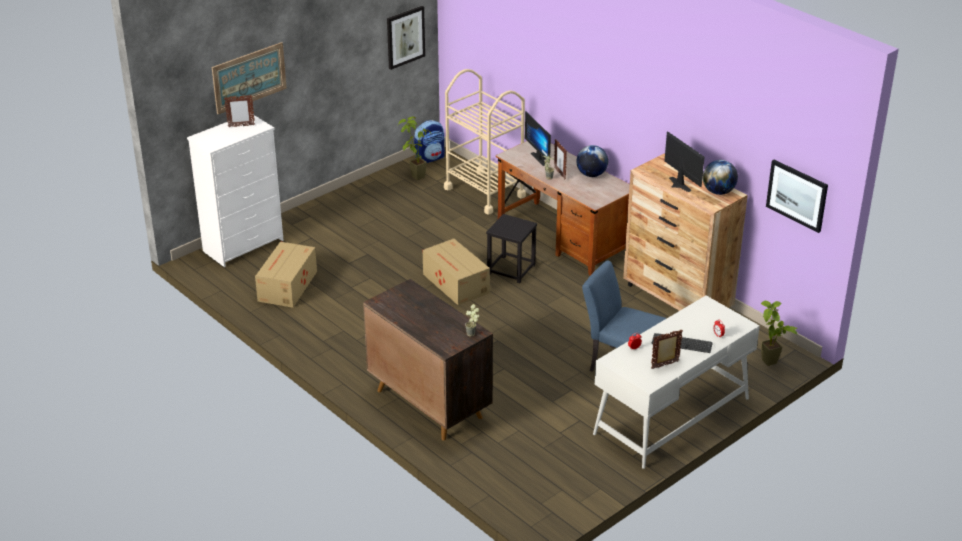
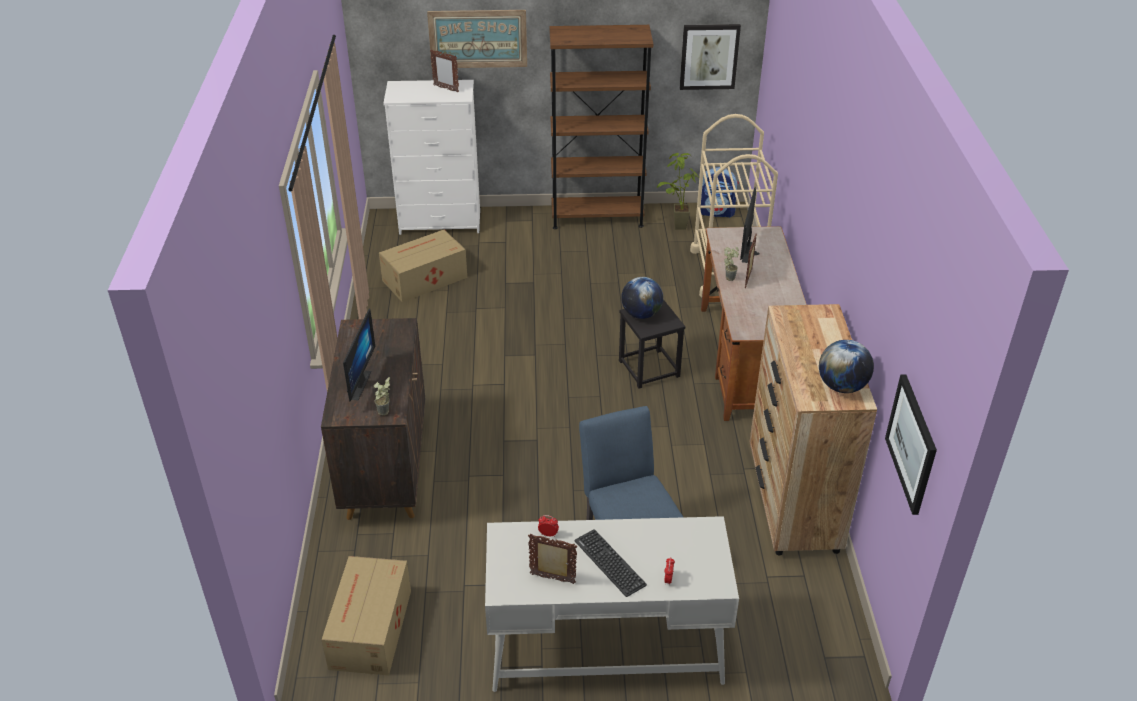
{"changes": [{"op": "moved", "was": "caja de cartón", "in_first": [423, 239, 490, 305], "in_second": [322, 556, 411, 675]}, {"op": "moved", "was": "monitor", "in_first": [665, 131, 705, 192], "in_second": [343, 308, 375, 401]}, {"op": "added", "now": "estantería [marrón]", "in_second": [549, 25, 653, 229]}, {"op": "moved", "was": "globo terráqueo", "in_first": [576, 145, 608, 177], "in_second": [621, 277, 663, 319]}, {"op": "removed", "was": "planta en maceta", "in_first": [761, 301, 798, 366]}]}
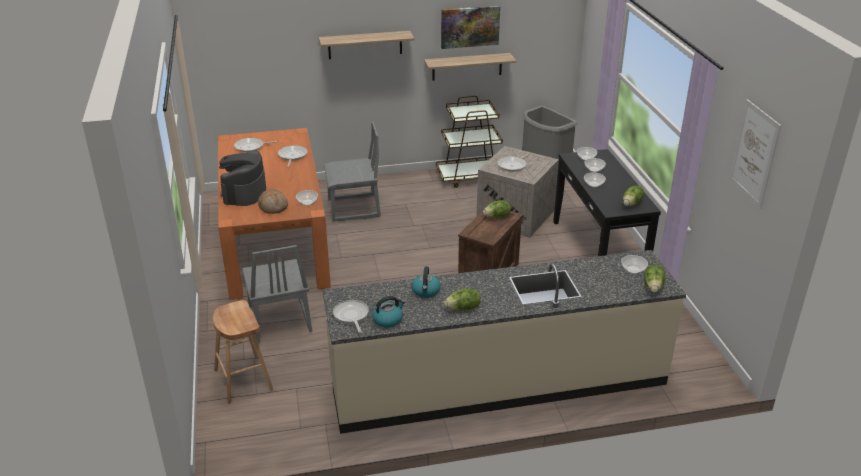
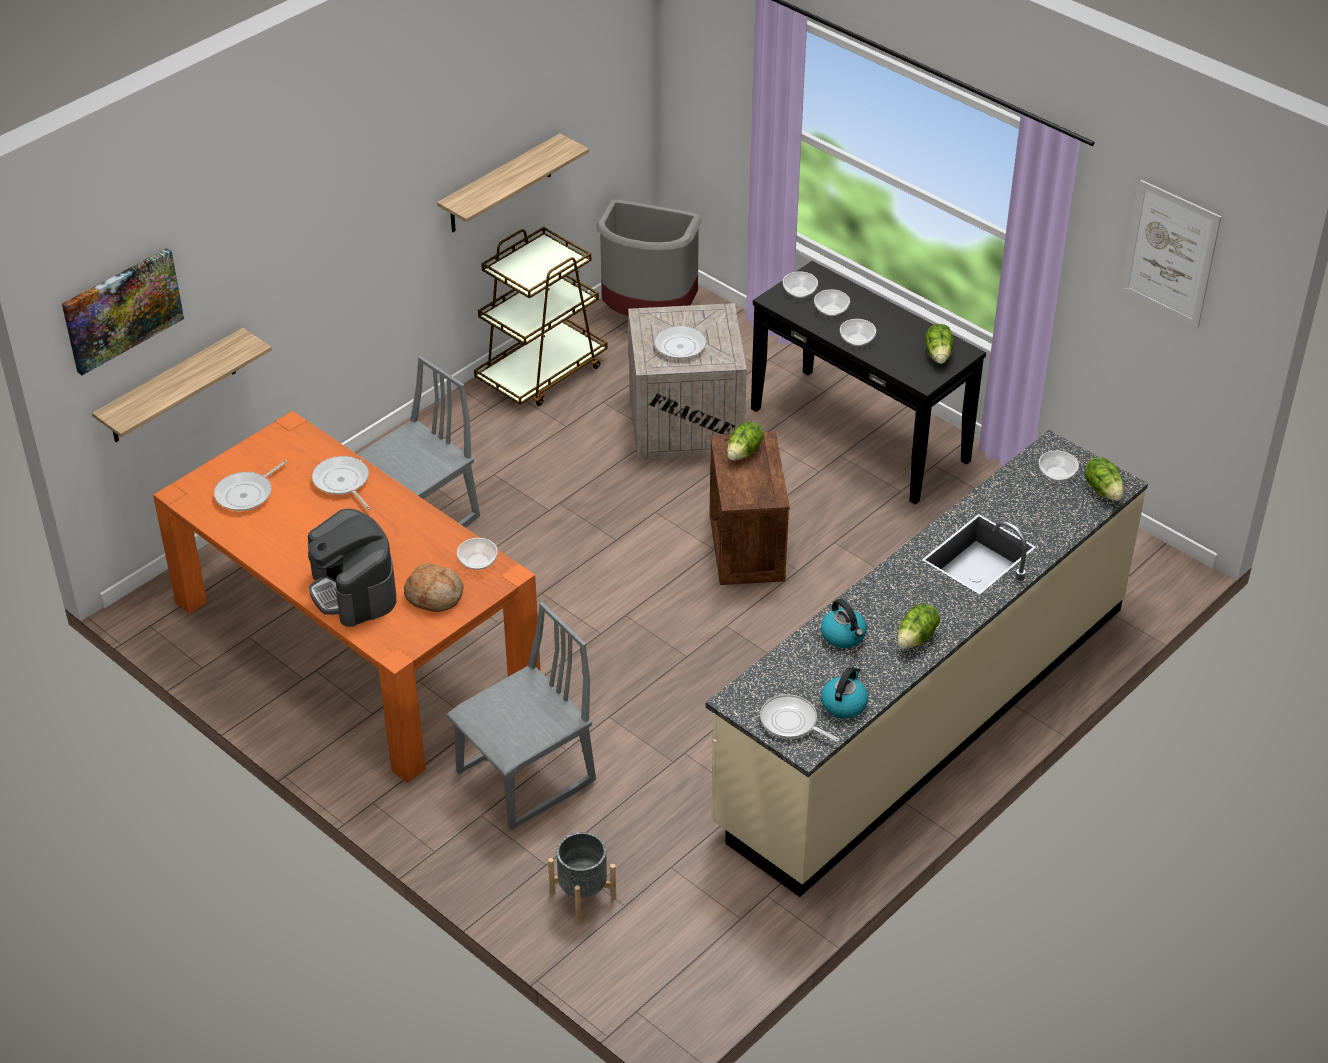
{"changes": [{"op": "moved", "was": "cuadro", "in_first": [441, 6, 500, 49], "in_second": [62, 248, 184, 375]}, {"op": "moved", "was": "estante", "in_first": [319, 31, 414, 59], "in_second": [92, 328, 272, 442]}, {"op": "turned", "was": "silla [gris]", "in_first": [242, 245, 312, 342], "in_second": [446, 602, 596, 830], "clockwise": -75}, {"op": "replaced", "was": "taburete [marrón]", "now": "maceta [gris]", "in_first": [213, 300, 274, 404], "in_second": [548, 832, 616, 923]}]}
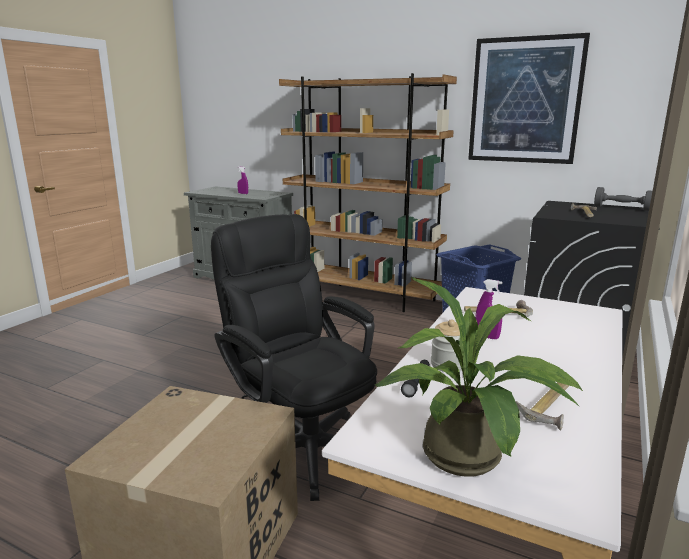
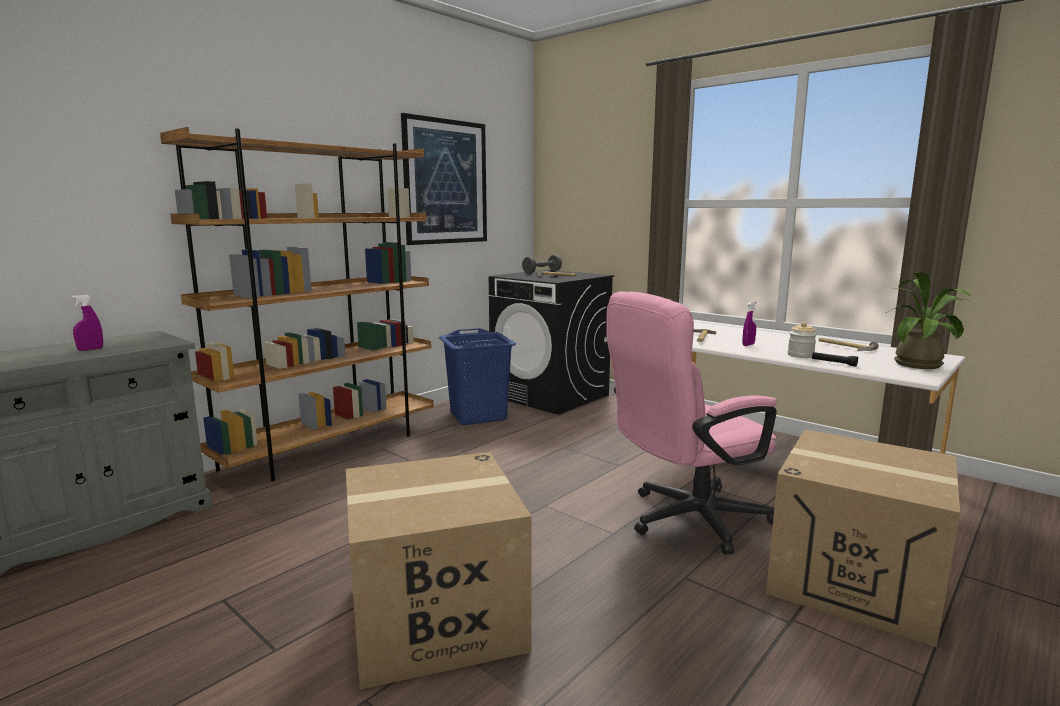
{"changes": [{"op": "added", "now": "caja de cartón", "in_second": [346, 452, 532, 690]}, {"op": "recoloured", "was": "silla de oficina [negro]", "now": "silla de oficina [rosa]", "in_first": [211, 214, 377, 501], "in_second": [607, 291, 777, 555]}]}
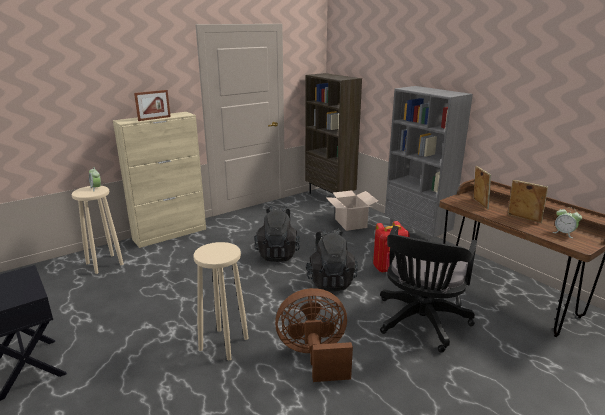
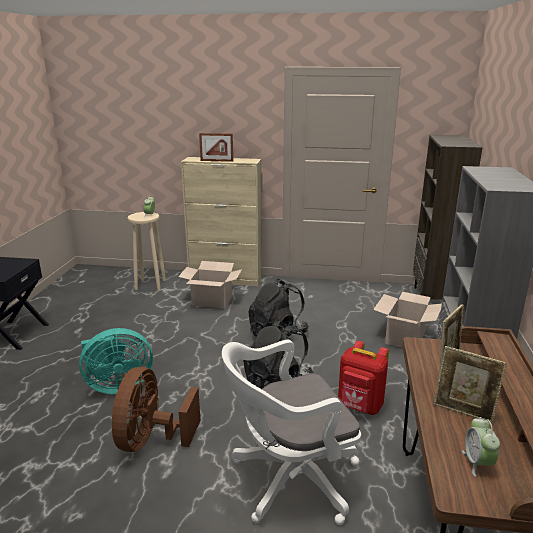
{"changes": [{"op": "replaced", "was": "taburete [beis]", "now": "ventilador [turquesa]", "in_first": [194, 242, 248, 360], "in_second": [79, 328, 153, 394]}, {"op": "turned", "was": "ventilador [marrón]", "in_first": [275, 288, 353, 382], "in_second": [112, 367, 200, 452], "clockwise": -120}, {"op": "added", "now": "caja de cartón", "in_second": [178, 261, 242, 308]}, {"op": "recoloured", "was": "silla de oficina [negro]", "now": "silla de oficina [blanco]", "in_first": [380, 226, 477, 353], "in_second": [222, 340, 361, 525]}, {"op": "turned", "was": "portarretratos", "in_first": [508, 180, 548, 223], "in_second": [434, 346, 507, 423], "clockwise": 120}]}
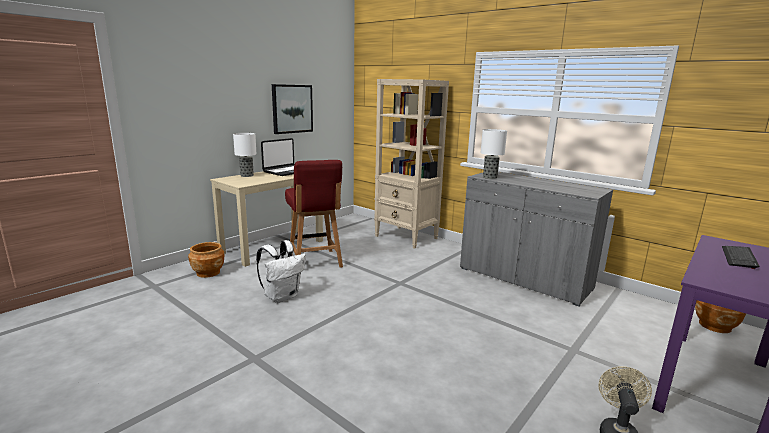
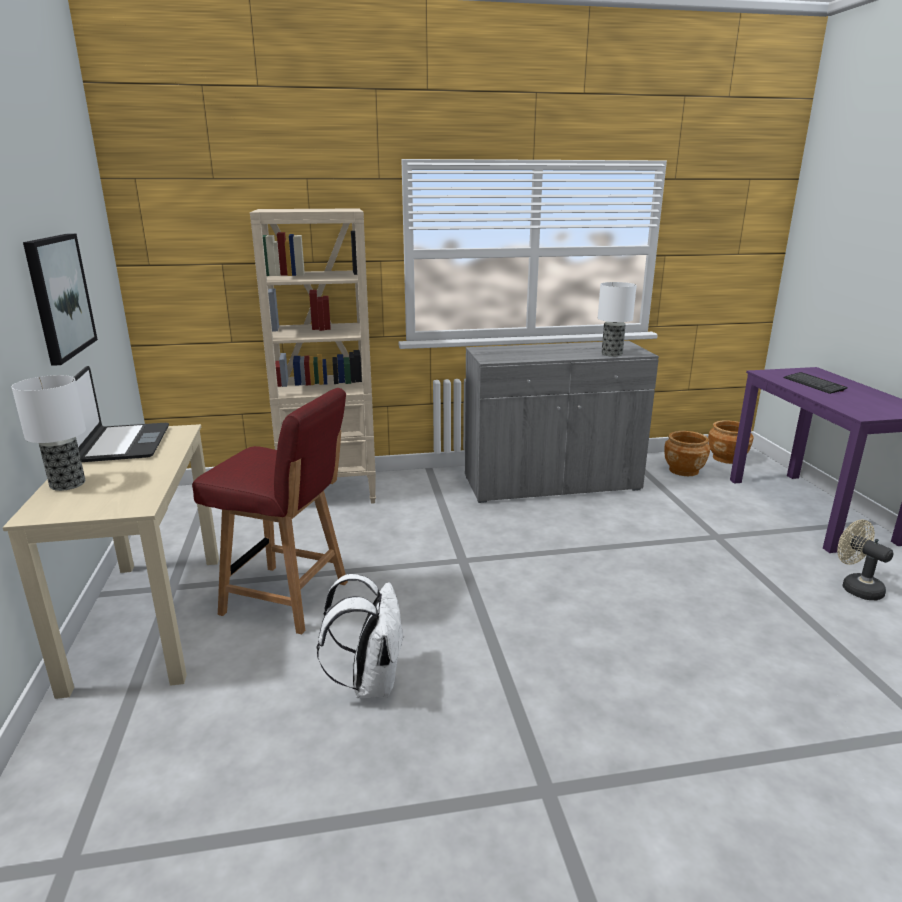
{"changes": [{"op": "moved", "was": "lámpara de mesa", "in_first": [481, 129, 507, 179], "in_second": [598, 282, 637, 357]}, {"op": "moved", "was": "maceta [marrón]", "in_first": [188, 242, 225, 278], "in_second": [665, 431, 710, 476]}]}
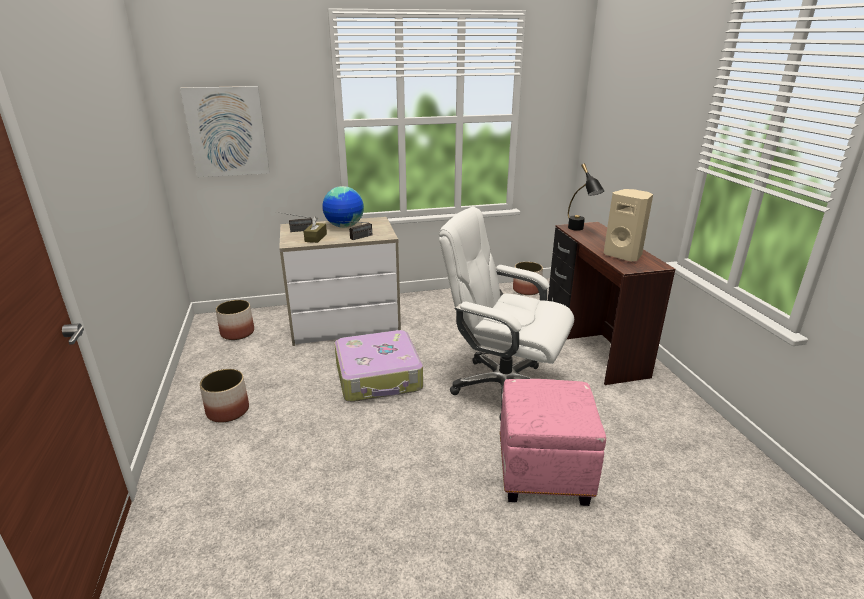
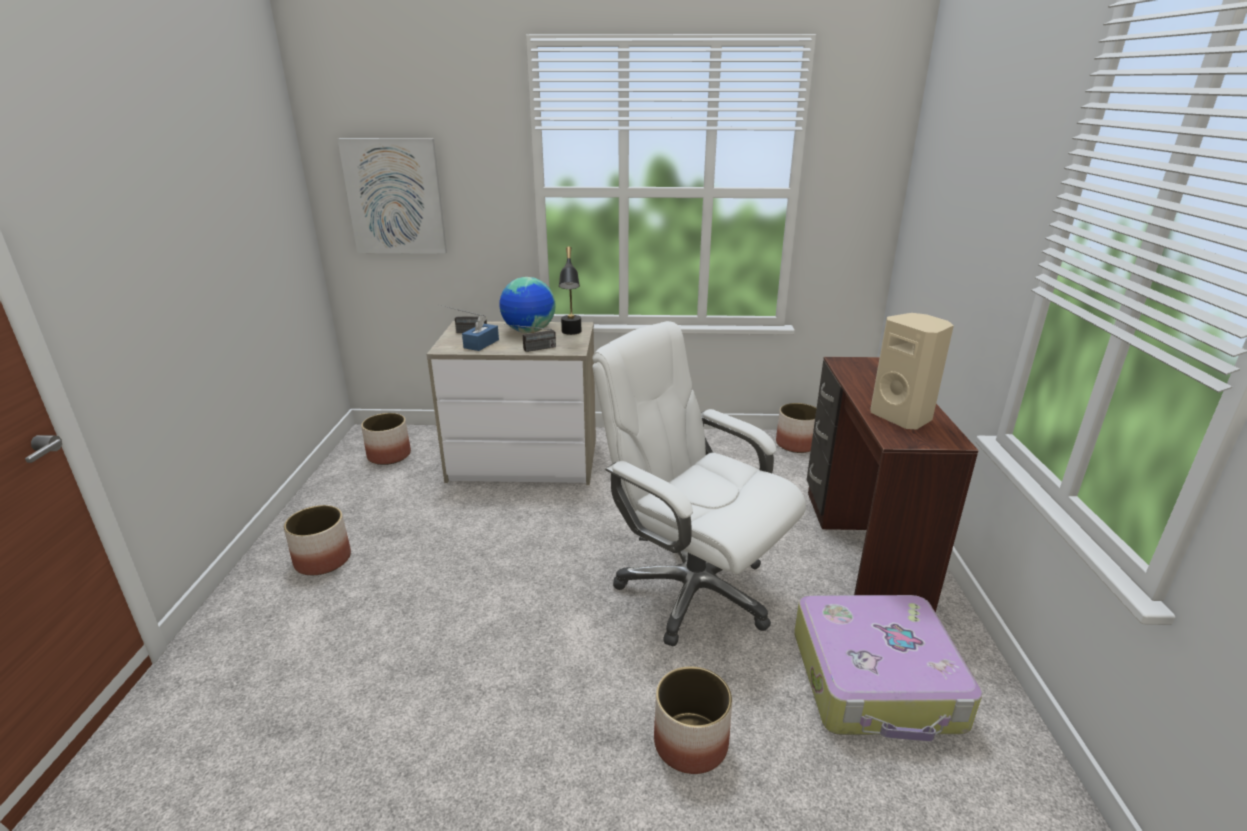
{"changes": [{"op": "recoloured", "was": "caja de pañuelos [marrón]", "now": "caja de pañuelos [azul]", "in_first": [303, 217, 327, 243], "in_second": [462, 315, 499, 351]}, {"op": "moved", "was": "lámpara de mesa [negro]", "in_first": [568, 164, 604, 231], "in_second": [559, 247, 582, 335]}, {"op": "replaced", "was": "puf [rosa]", "now": "maceta", "in_first": [500, 379, 606, 506], "in_second": [654, 666, 732, 774]}, {"op": "moved", "was": "maleta", "in_first": [334, 330, 423, 402], "in_second": [794, 595, 982, 741]}]}
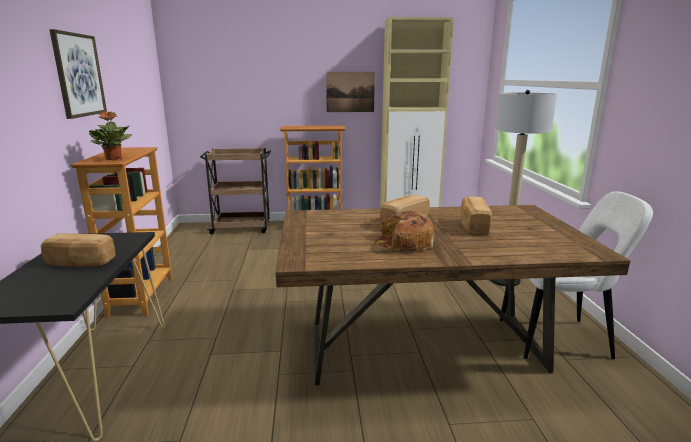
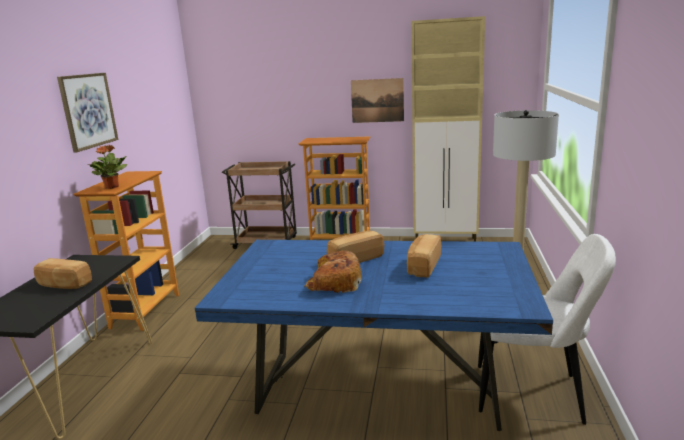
{"changes": [{"op": "recoloured", "was": "mesa de comedor [marrón]", "now": "mesa de comedor [azul]", "in_first": [275, 205, 631, 386], "in_second": [195, 240, 553, 431]}]}
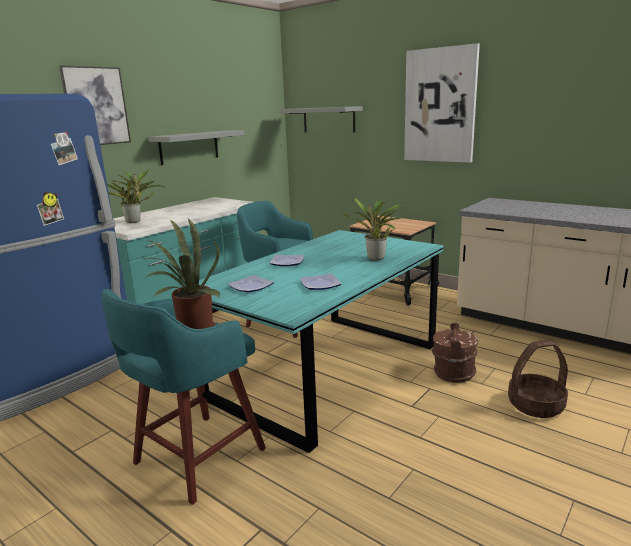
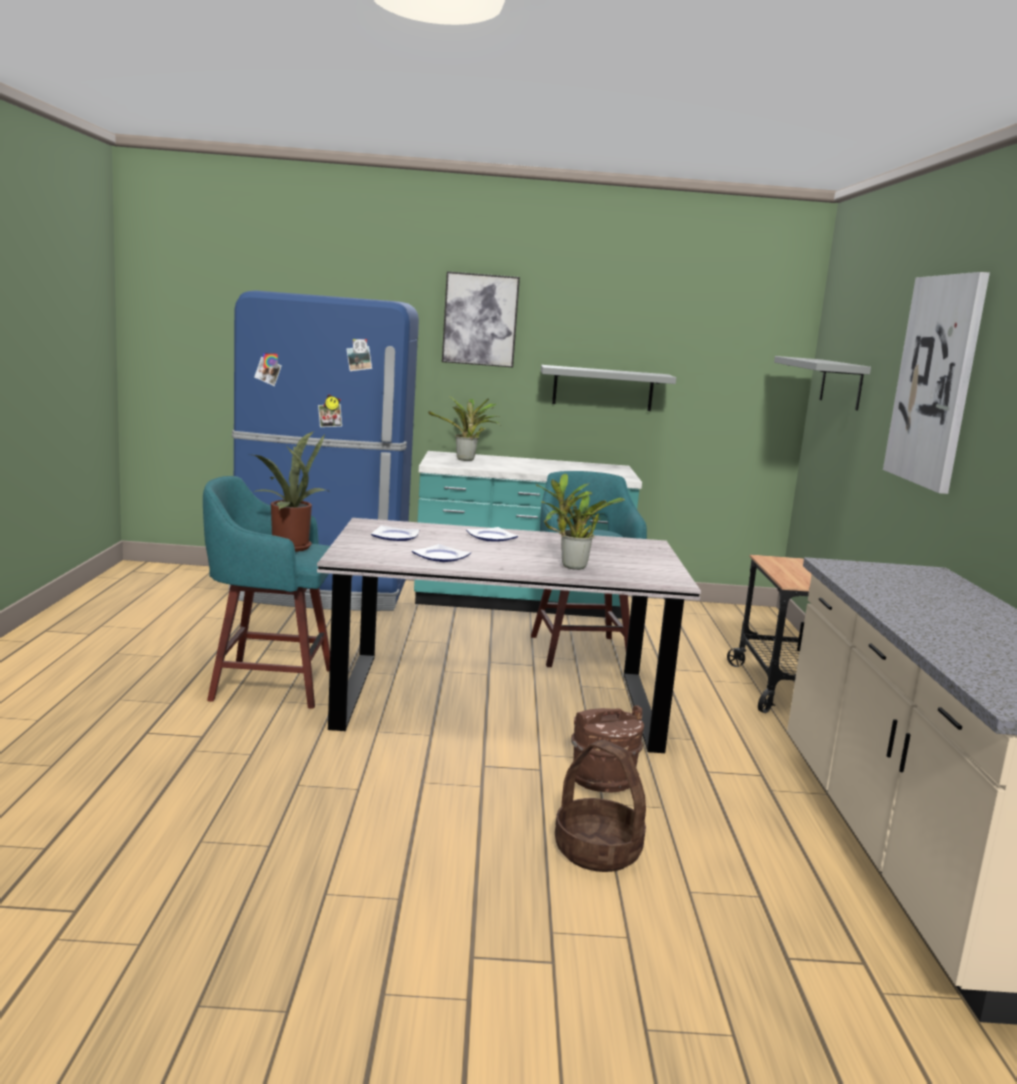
{"changes": [{"op": "recoloured", "was": "mesa de comedor [turquesa]", "now": "mesa de comedor [gris]", "in_first": [174, 230, 444, 453], "in_second": [317, 518, 701, 753]}]}
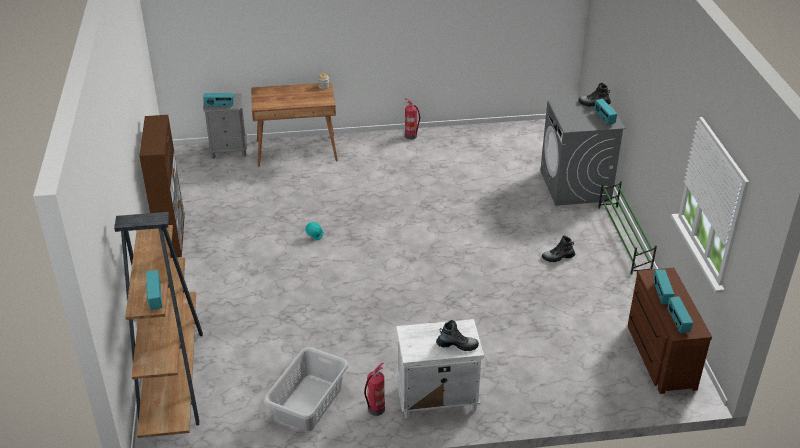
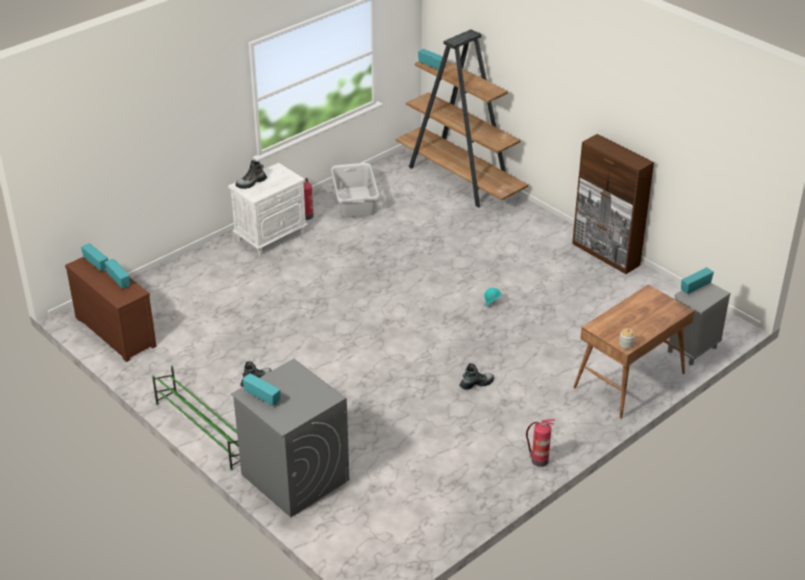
{"changes": [{"op": "moved", "was": "bota", "in_first": [578, 83, 611, 107], "in_second": [460, 363, 494, 390]}]}
